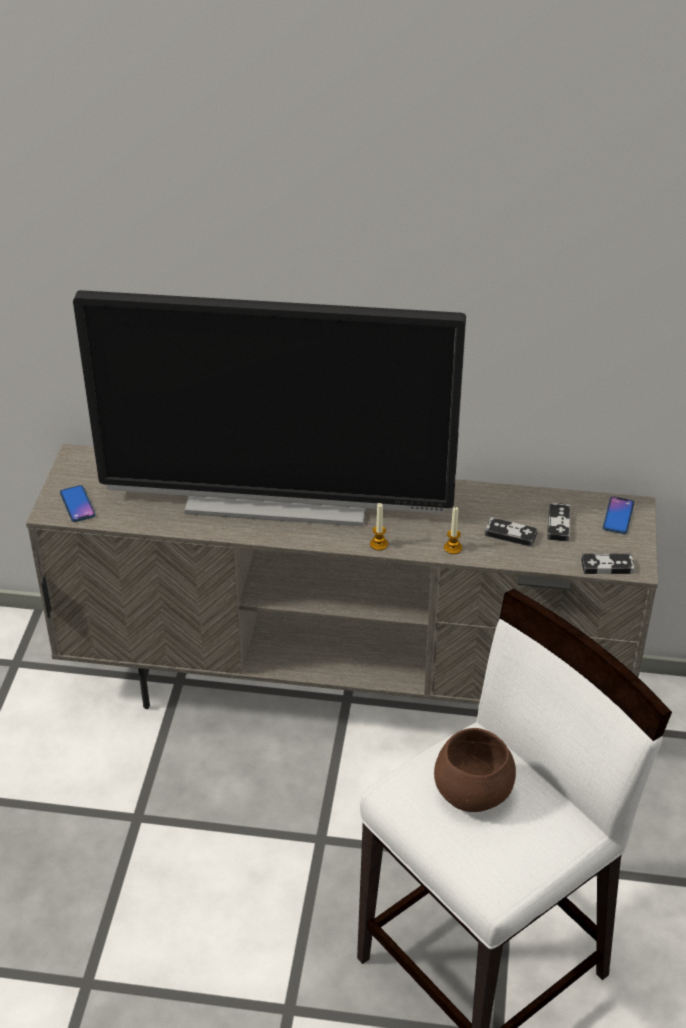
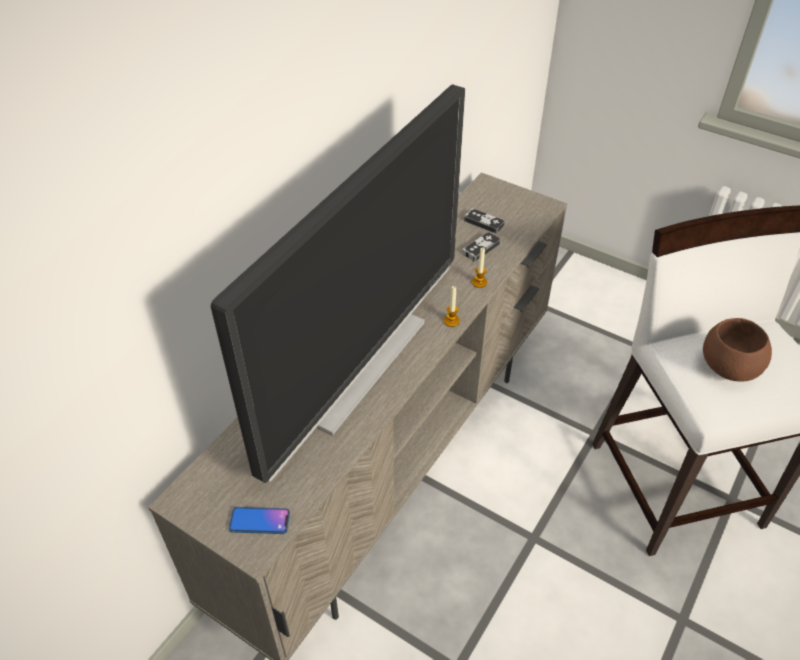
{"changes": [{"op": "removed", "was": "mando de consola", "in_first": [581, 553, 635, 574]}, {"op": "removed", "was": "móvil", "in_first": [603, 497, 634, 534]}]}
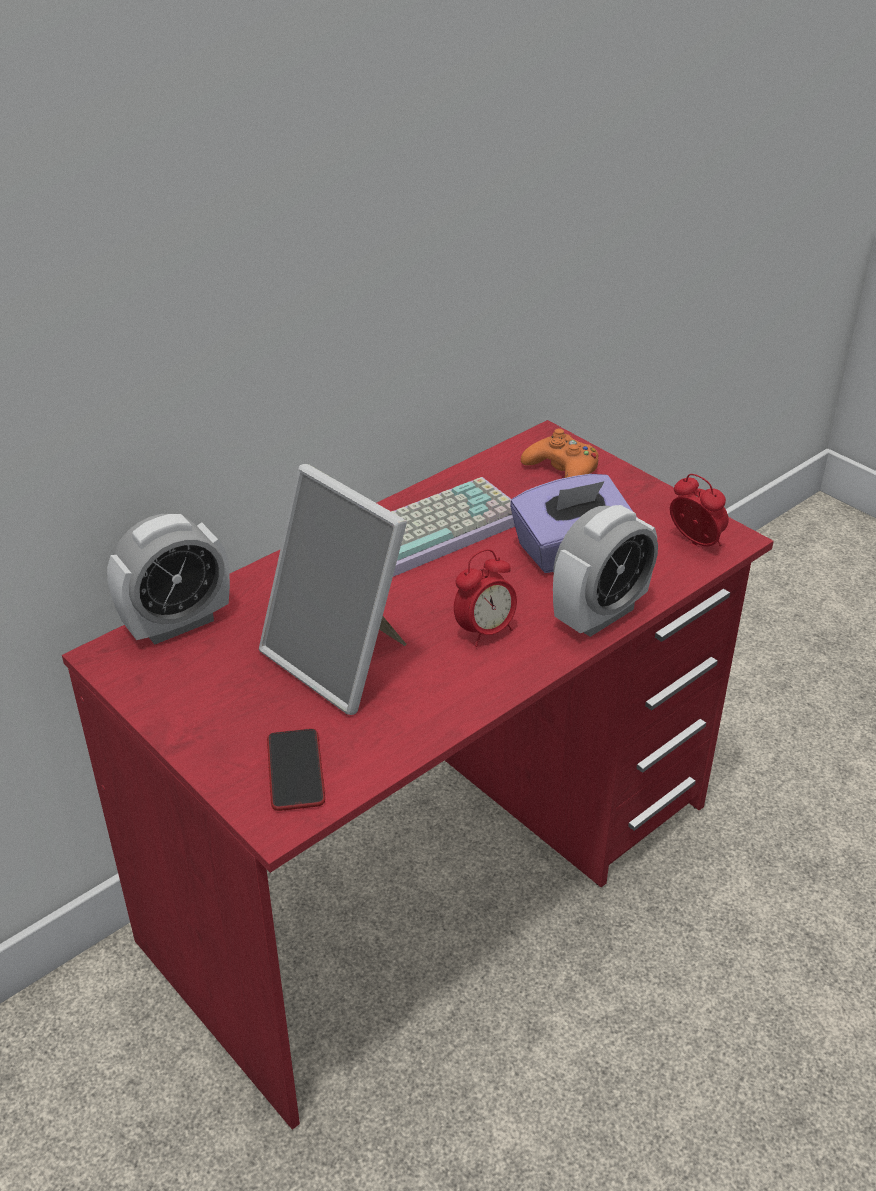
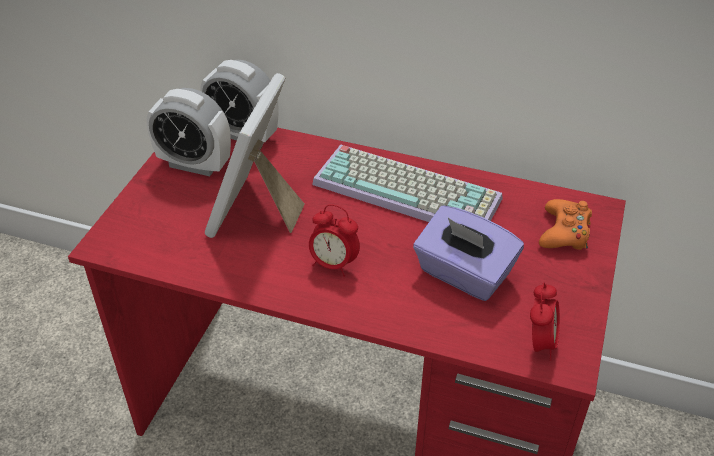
{"changes": [{"op": "moved", "was": "despertador", "in_first": [553, 505, 658, 637], "in_second": [146, 88, 231, 176]}, {"op": "removed", "was": "móvil", "in_first": [267, 729, 325, 811]}]}
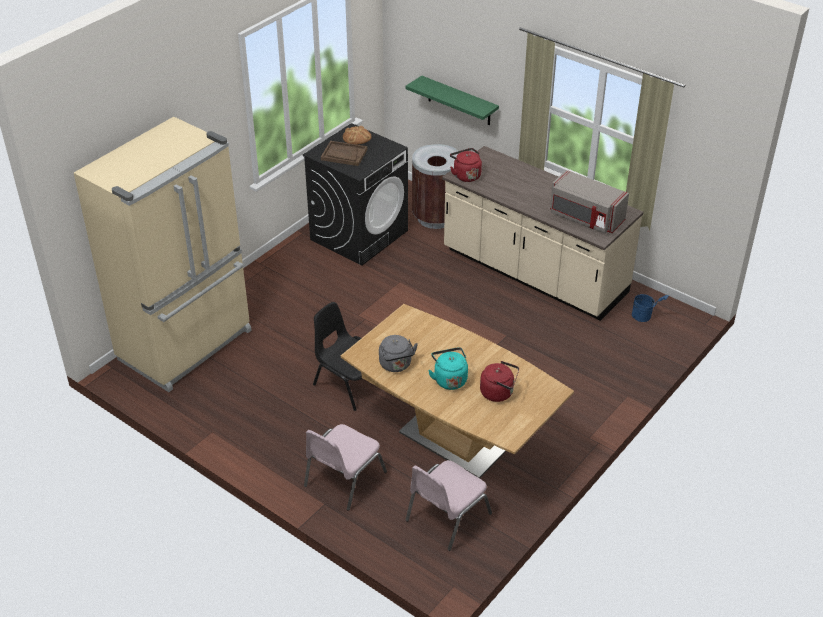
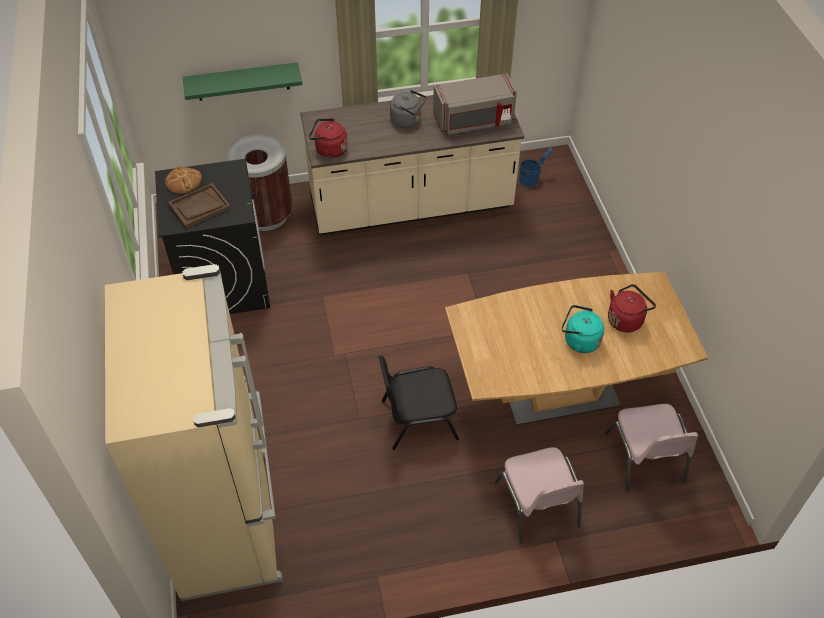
{"changes": [{"op": "moved", "was": "hervidor [gris]", "in_first": [379, 335, 418, 372], "in_second": [390, 90, 427, 128]}]}
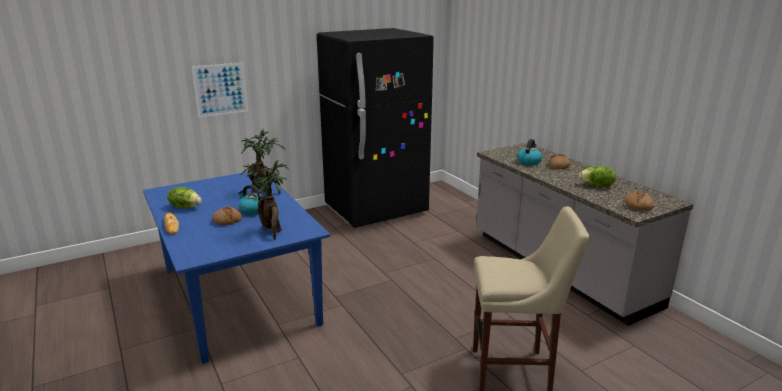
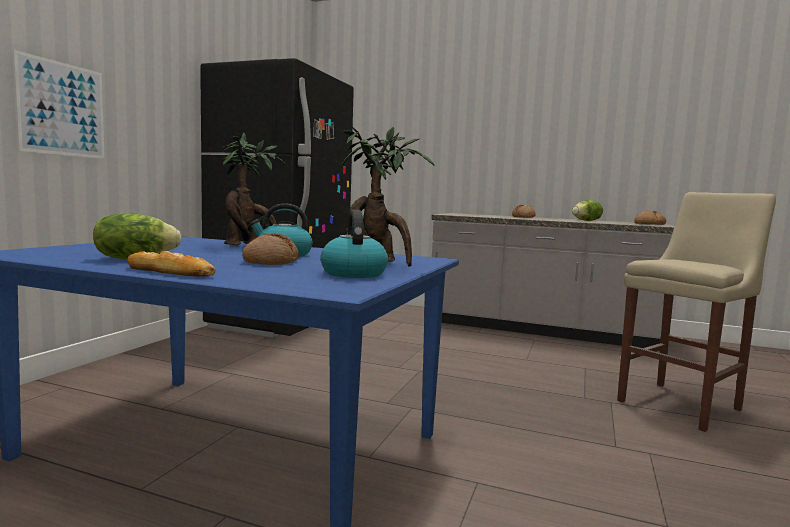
{"changes": [{"op": "moved", "was": "hervidor", "in_first": [517, 139, 542, 165], "in_second": [320, 210, 388, 278]}]}
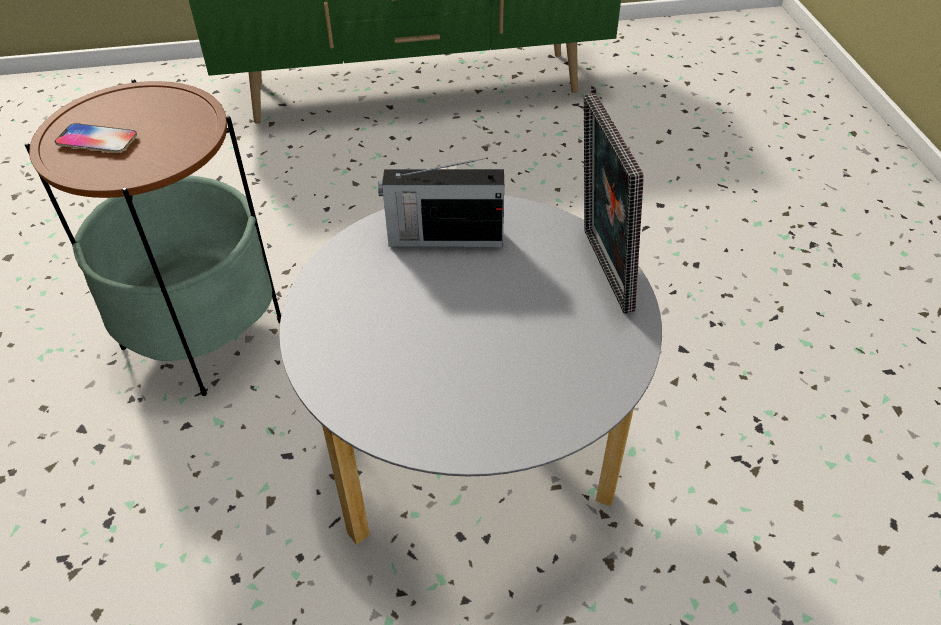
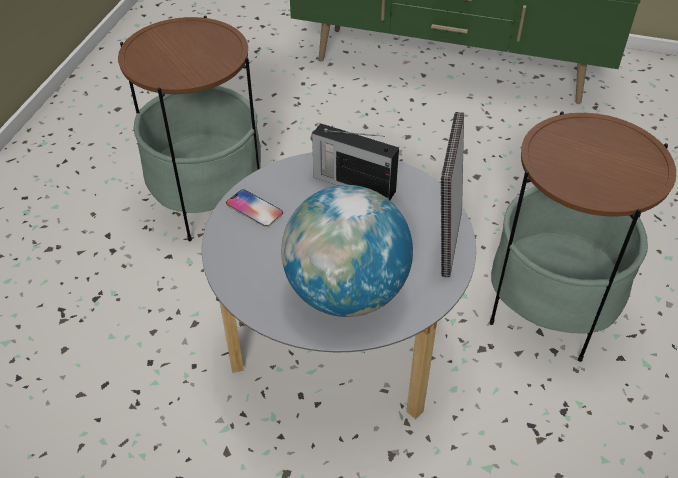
{"changes": [{"op": "moved", "was": "móvil", "in_first": [55, 123, 137, 153], "in_second": [226, 189, 283, 227]}, {"op": "added", "now": "globo terráqueo", "in_second": [281, 185, 413, 317]}, {"op": "added", "now": "mesa auxiliar", "in_second": [490, 111, 676, 362]}]}
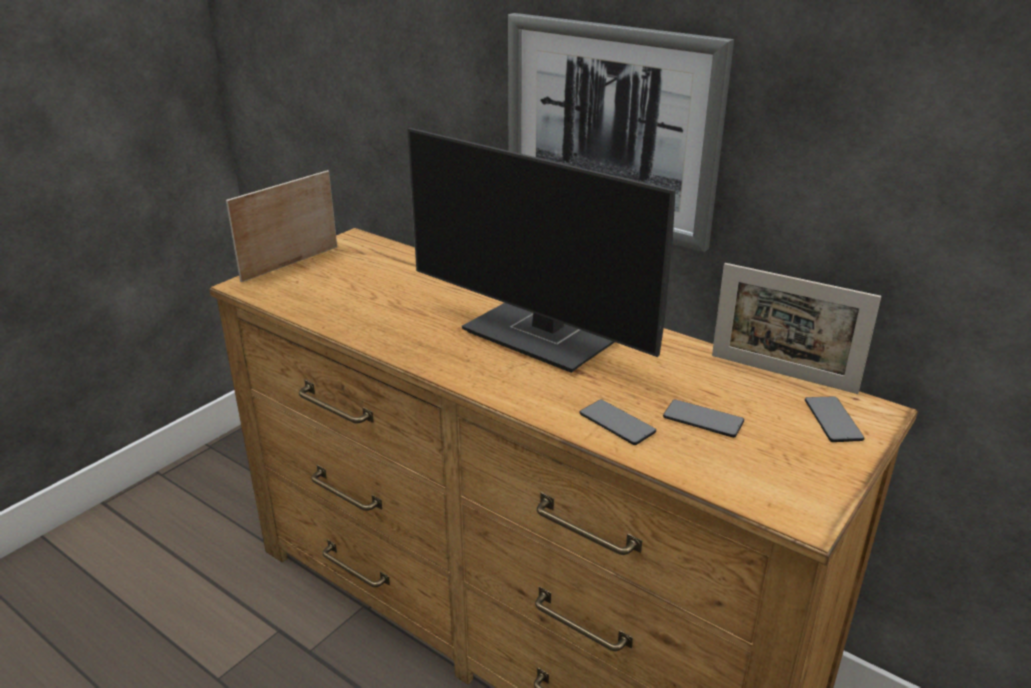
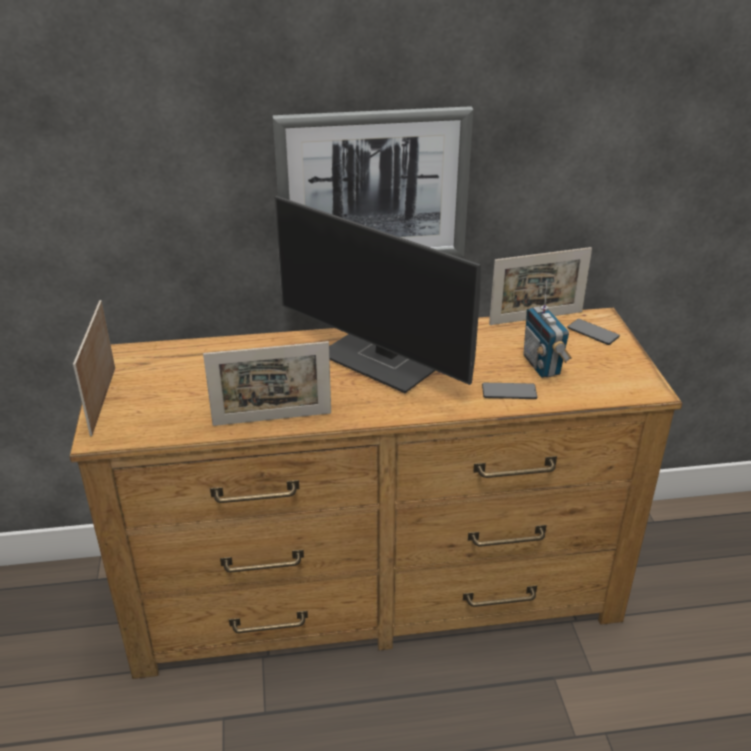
{"changes": [{"op": "added", "now": "portarretratos", "in_second": [203, 341, 331, 426]}, {"op": "turned", "was": "monitor", "in_first": [408, 128, 676, 373], "in_second": [275, 196, 481, 393], "clockwise": 45}, {"op": "replaced", "was": "móvil", "now": "radio", "in_first": [663, 400, 744, 438], "in_second": [523, 280, 572, 378]}]}
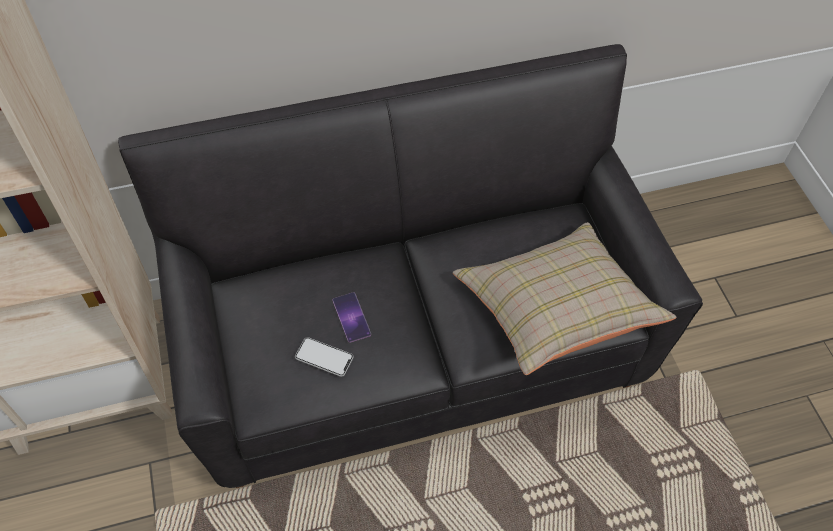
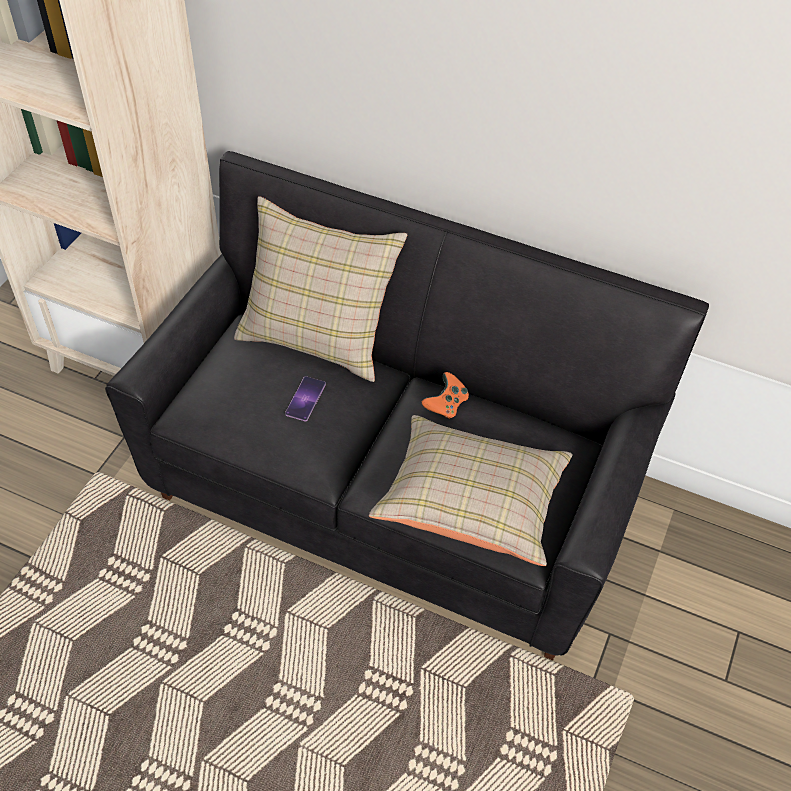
{"changes": [{"op": "added", "now": "cojín [beis]", "in_second": [234, 196, 407, 382]}, {"op": "added", "now": "mando de consola [naranja]", "in_second": [422, 372, 469, 419]}, {"op": "removed", "was": "móvil", "in_first": [295, 337, 354, 377]}]}
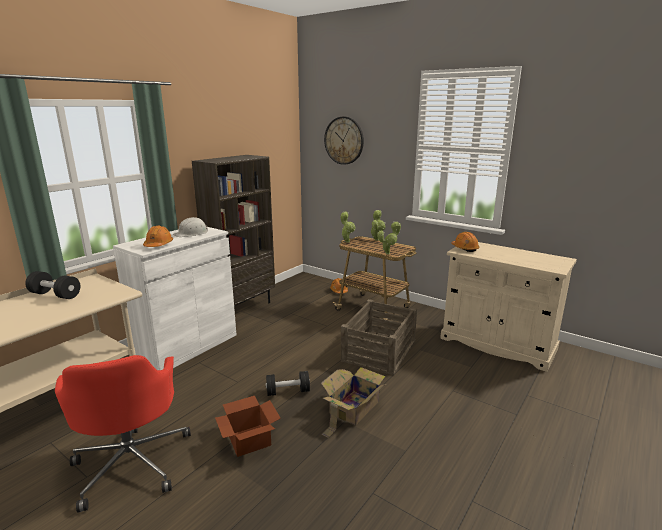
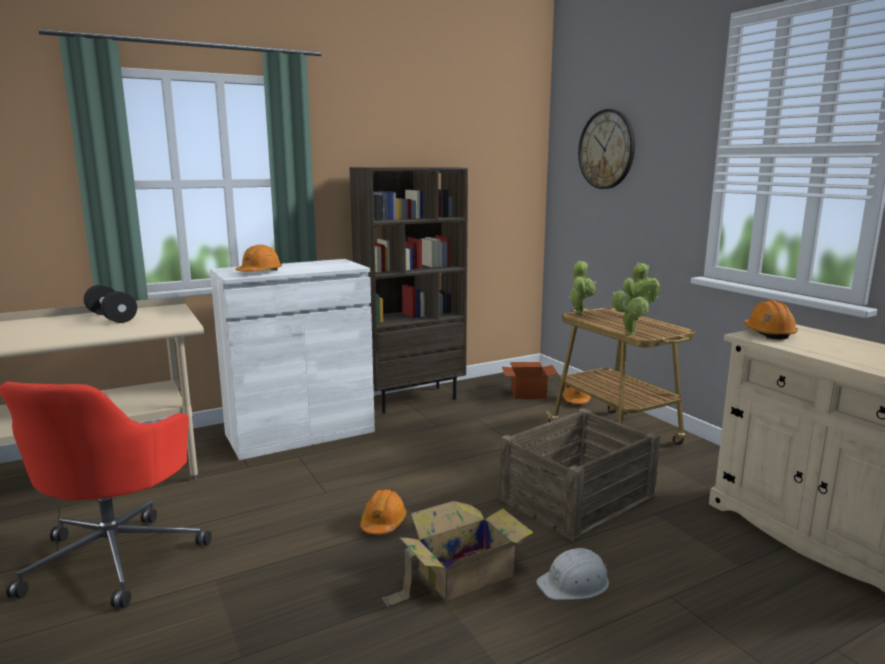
{"changes": [{"op": "replaced", "was": "mancuerna [negro]", "now": "casco [naranja]", "in_first": [266, 371, 310, 396], "in_second": [360, 489, 407, 534]}, {"op": "moved", "was": "caja de cartón", "in_first": [215, 396, 281, 457], "in_second": [502, 362, 558, 399]}, {"op": "moved", "was": "casco [blanco]", "in_first": [173, 217, 208, 237], "in_second": [536, 548, 609, 600]}]}
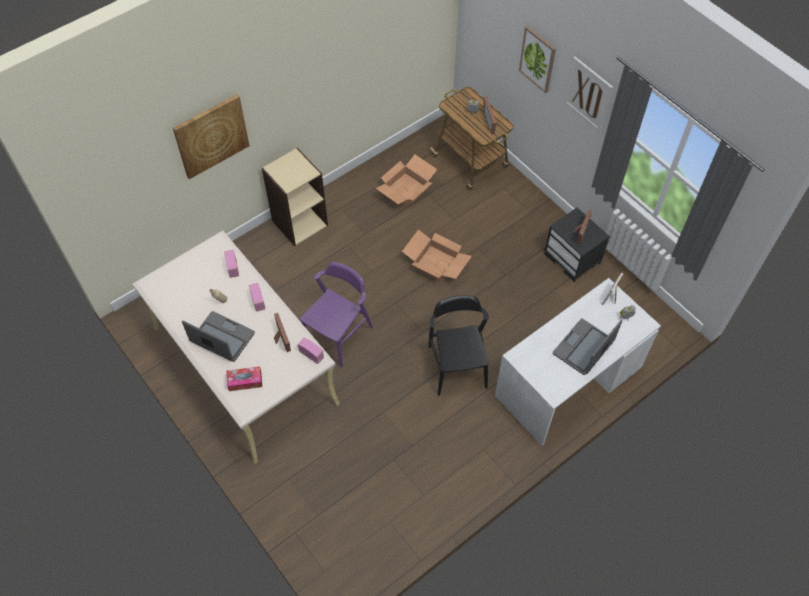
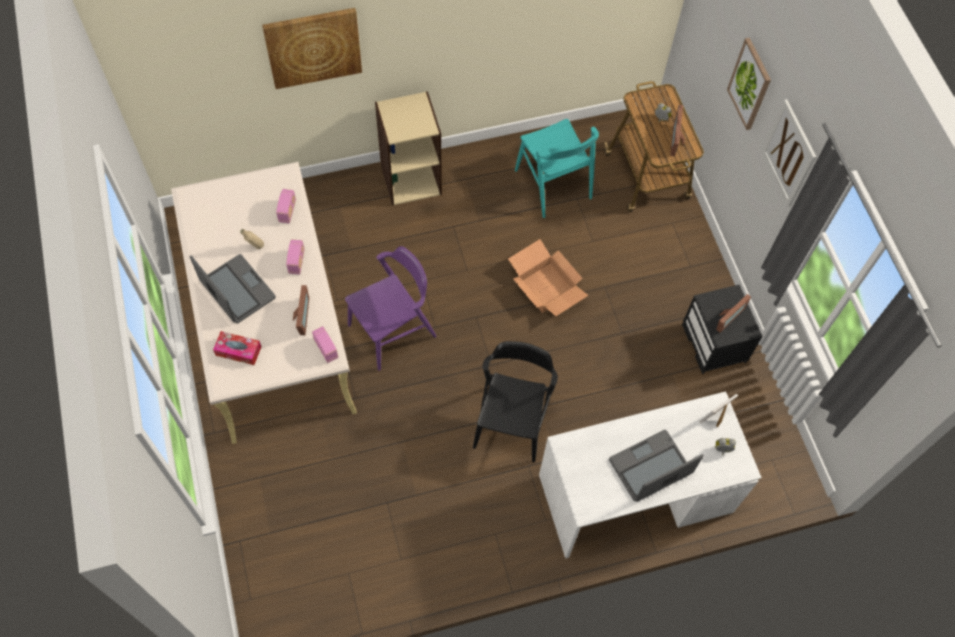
{"changes": [{"op": "replaced", "was": "caja de cartón", "now": "silla [turquesa]", "in_first": [376, 154, 438, 207], "in_second": [515, 119, 599, 218]}]}
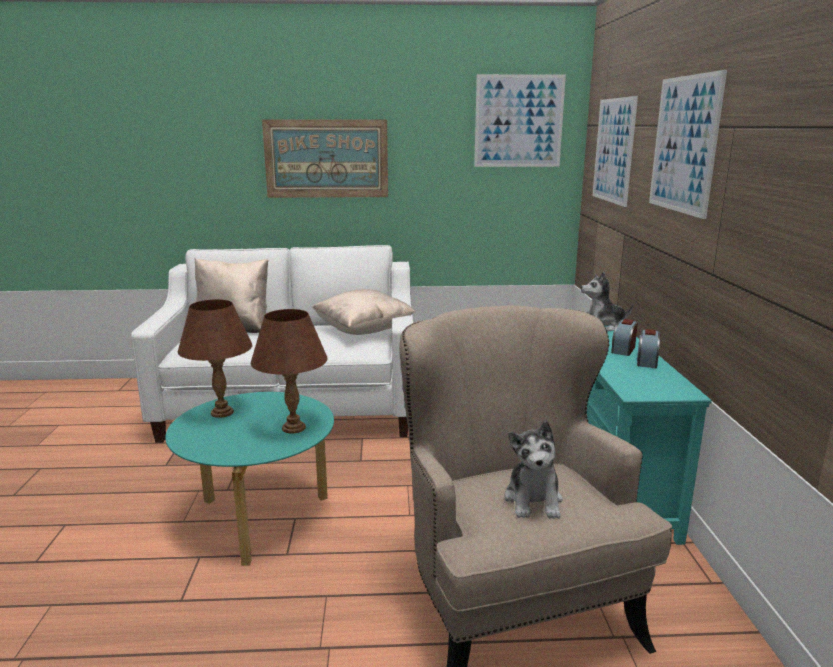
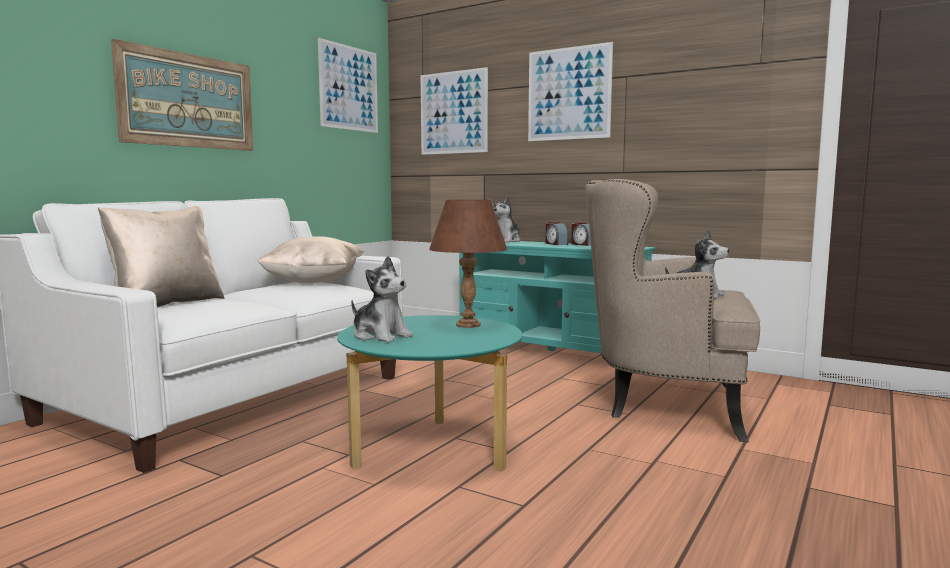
{"changes": [{"op": "replaced", "was": "lámpara de mesa [marrón]", "now": "peluche", "in_first": [178, 299, 252, 418], "in_second": [351, 256, 413, 343]}]}
